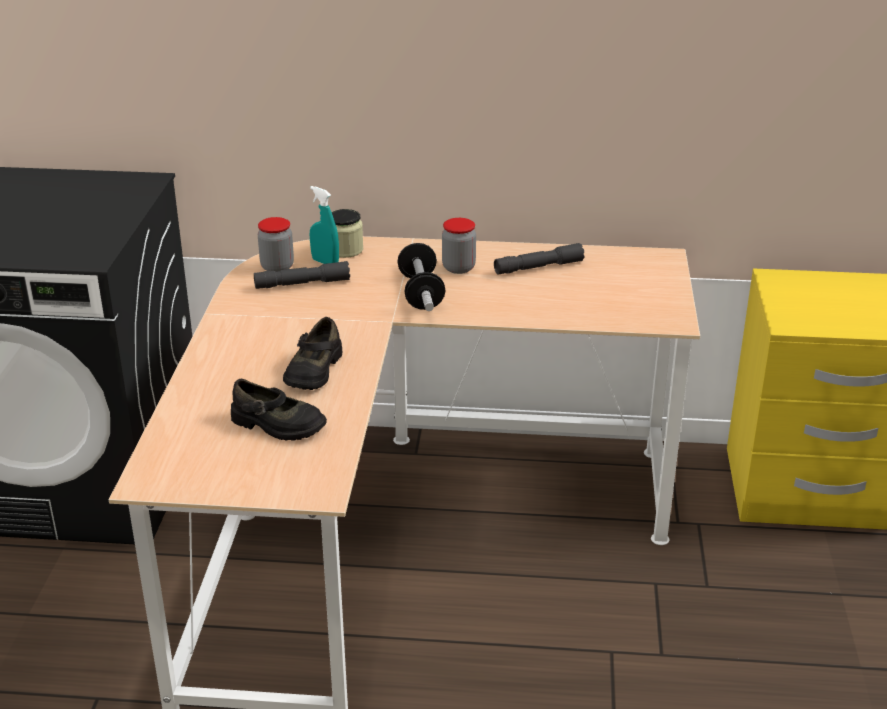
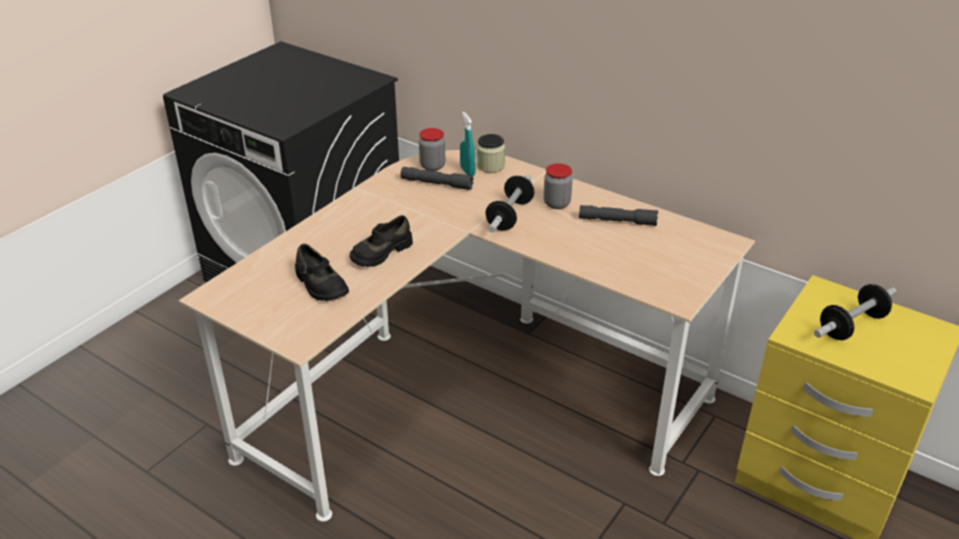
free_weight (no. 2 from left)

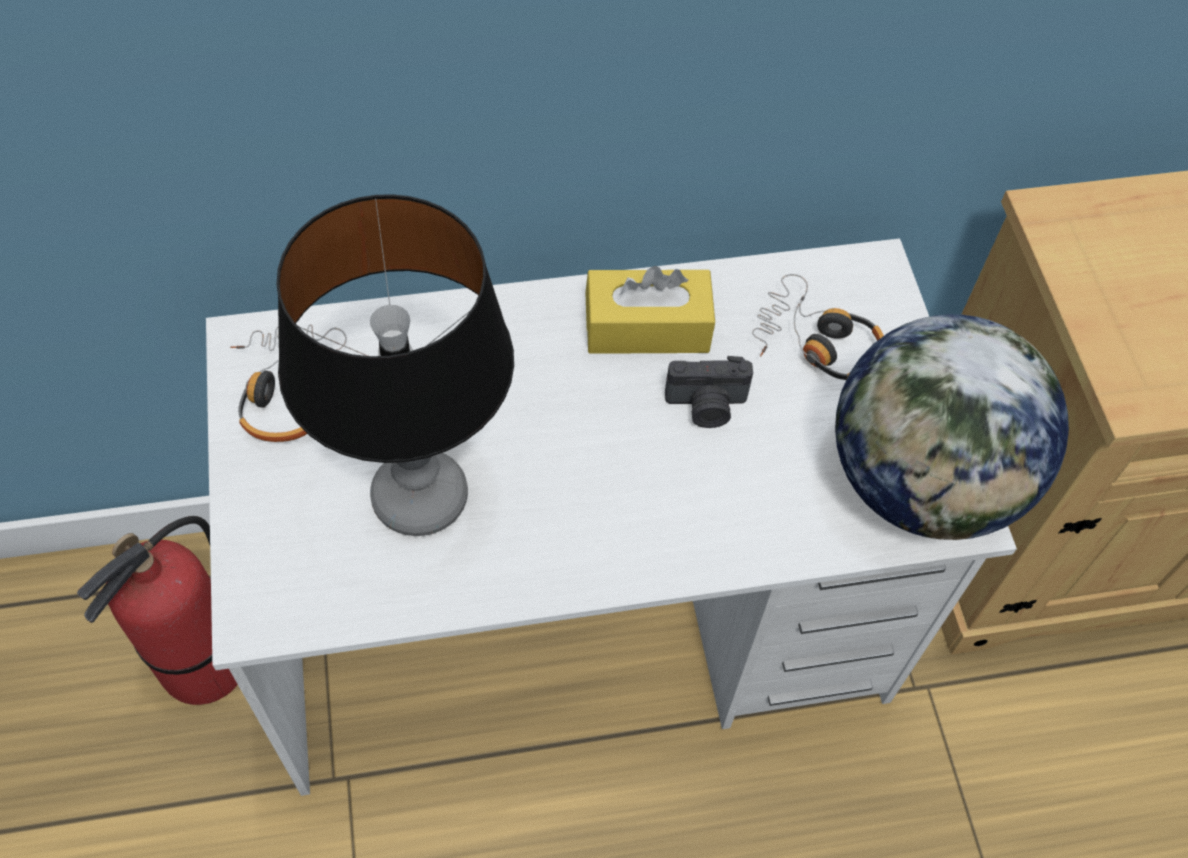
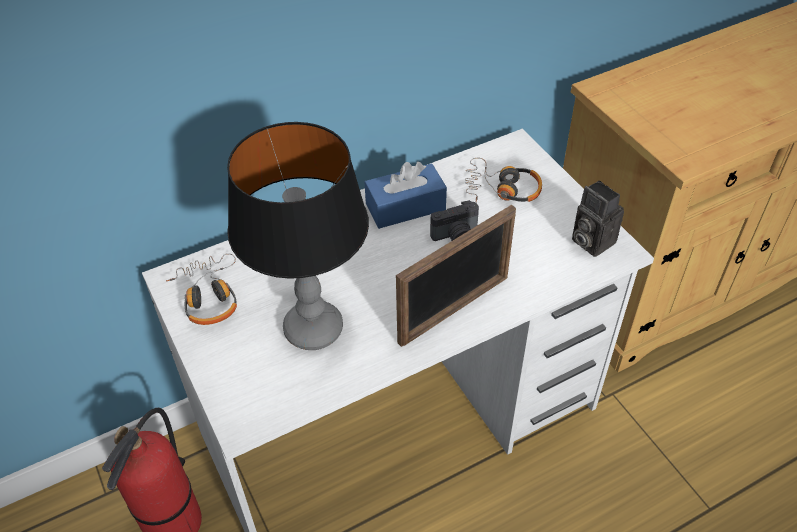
blue_box_of_tissues; still_camera (no. 2 from left); standing_frame

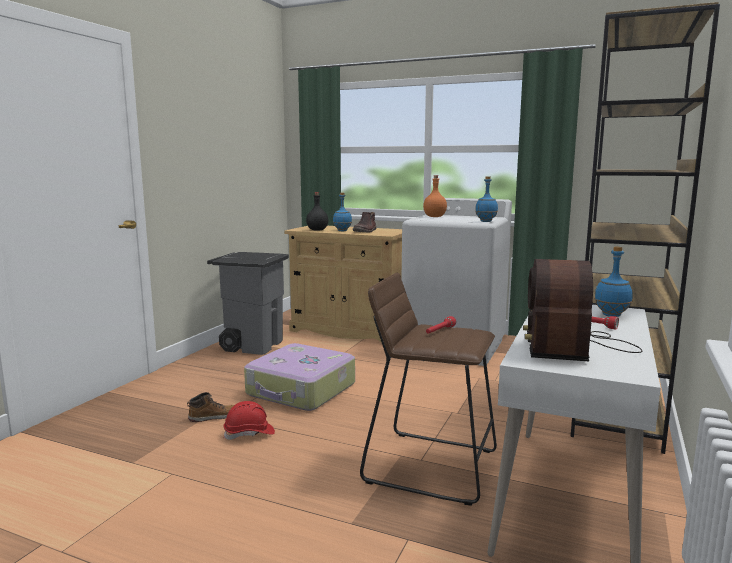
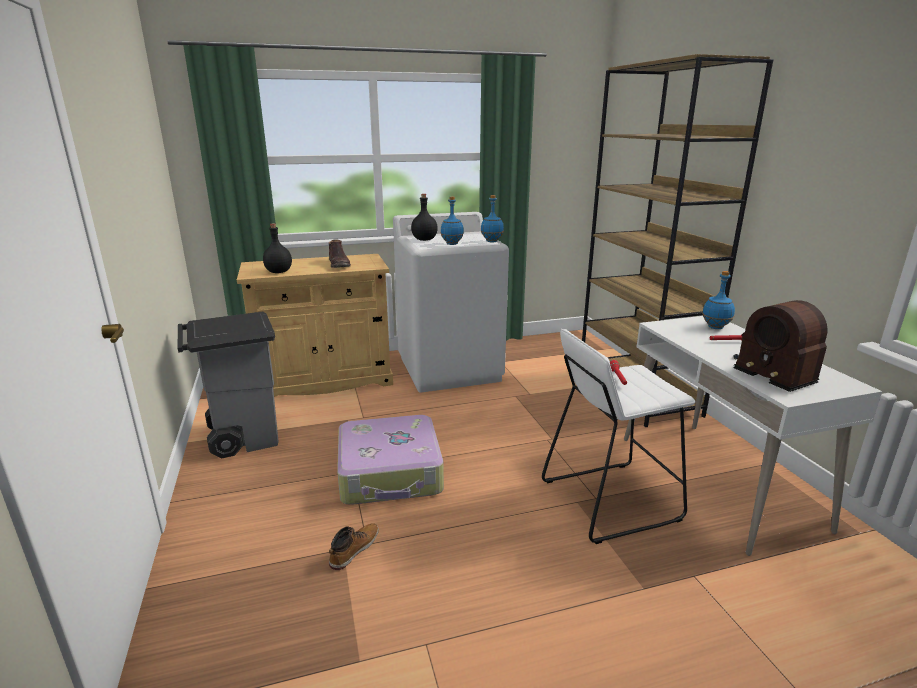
black-coloured_drink_bottle (no. 2 from left); blue_drink_bottle (no. 1 from left); whitish_sitting_stool; reddish_safety_helmet

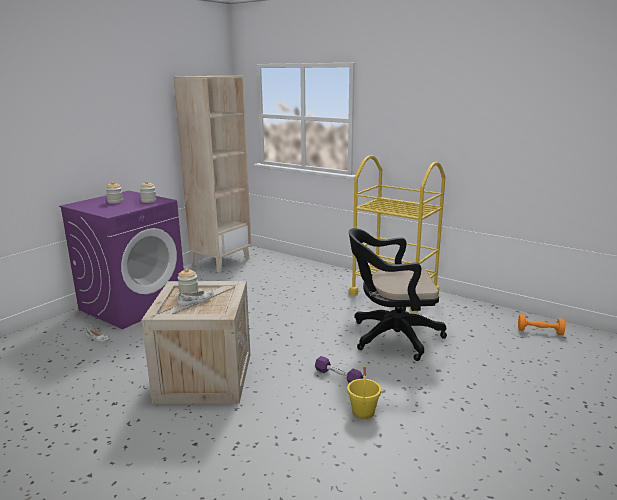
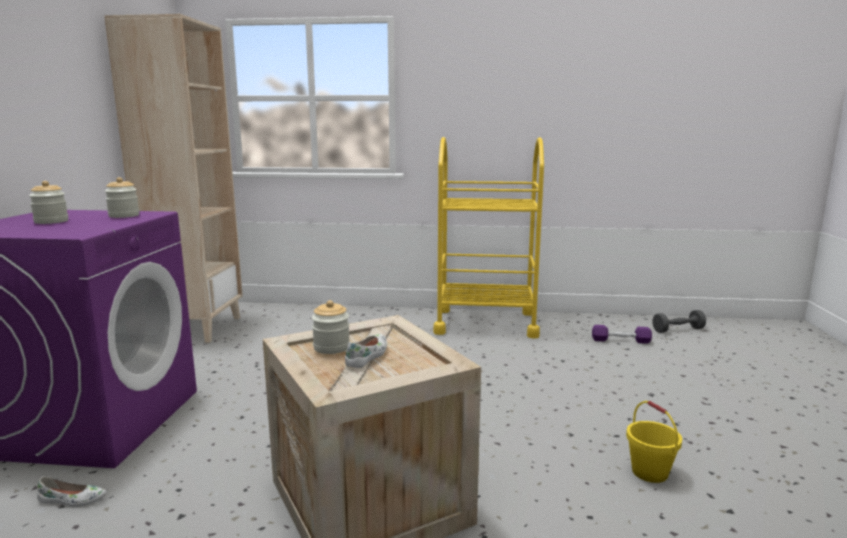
black-coloured_computer_chair; grey_free_weight; purple-coloured_free_weight

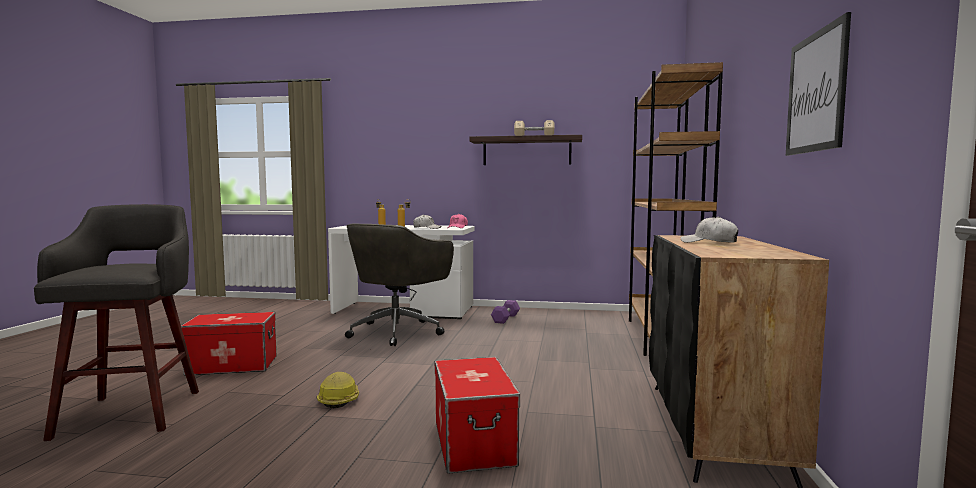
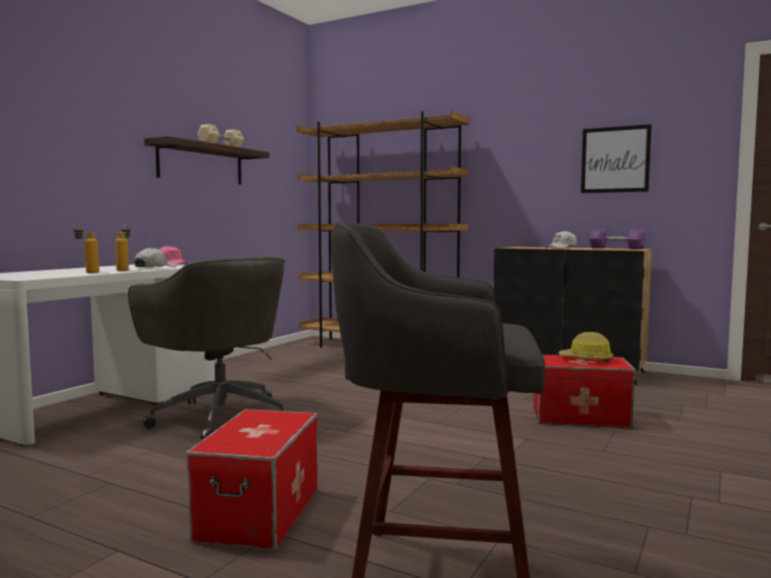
purple-coloured_free_weight; safety_helmet

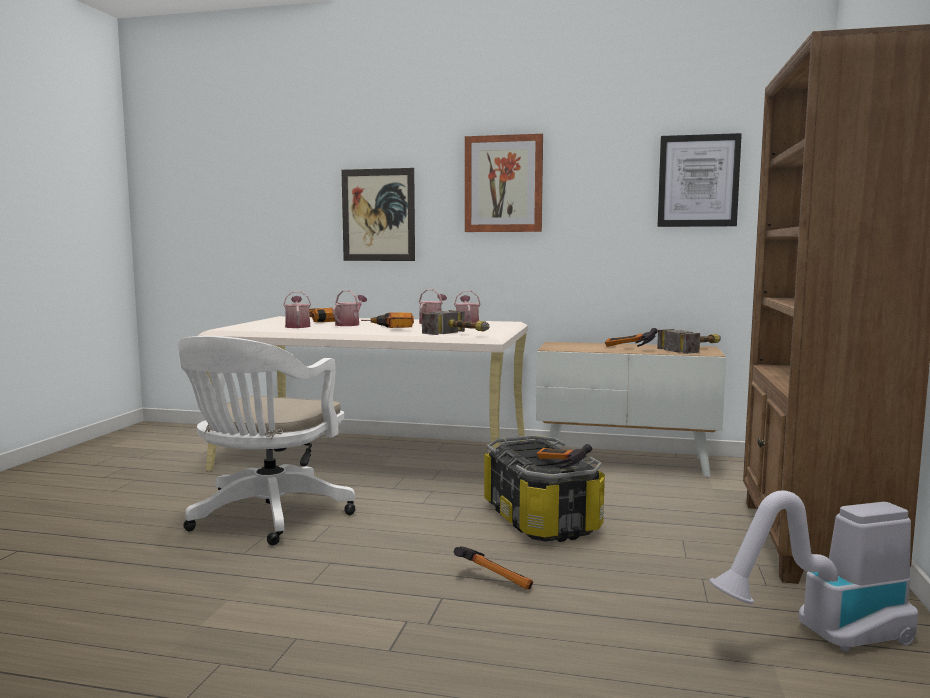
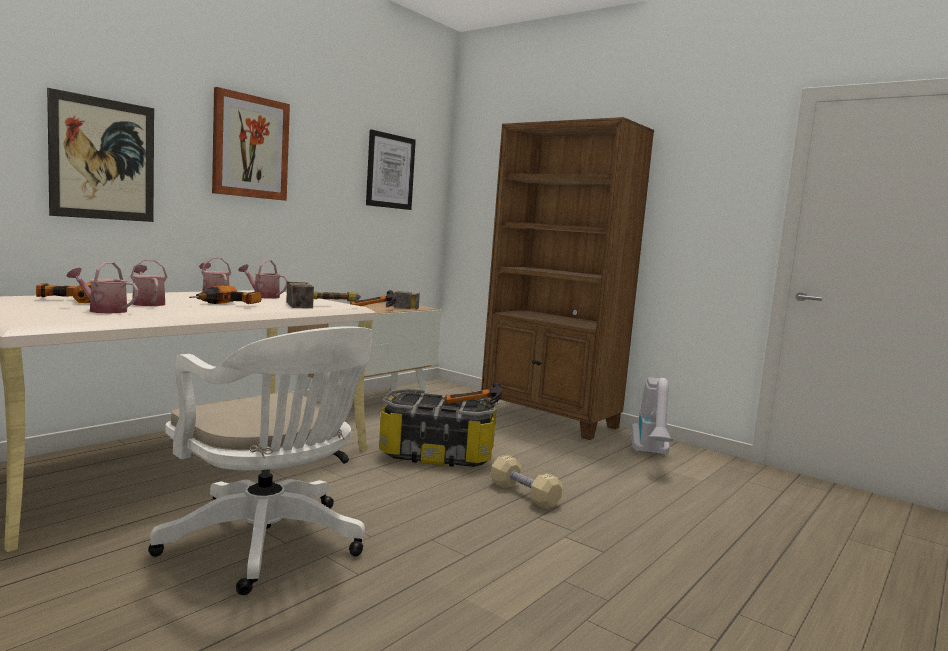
sand-coloured_free_weight

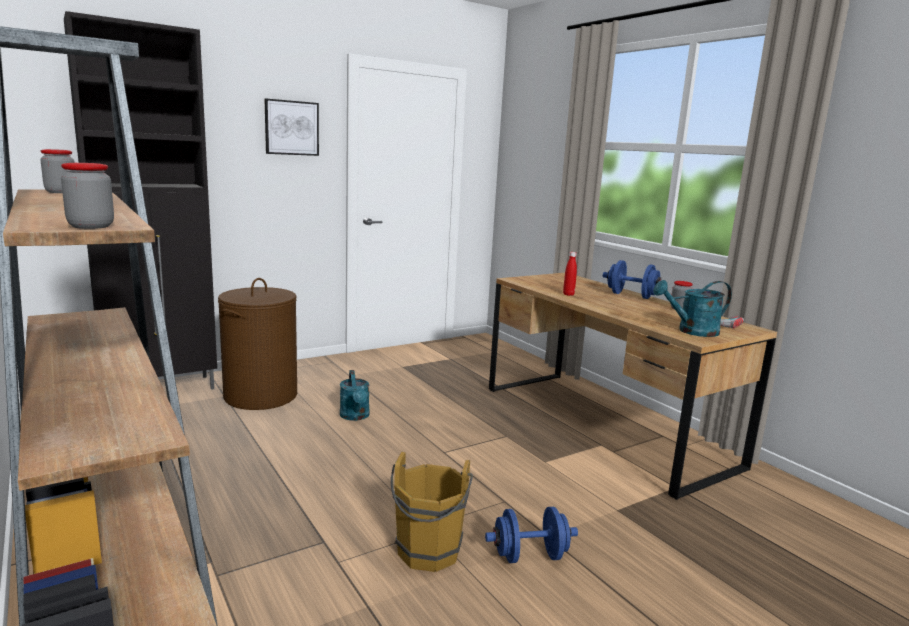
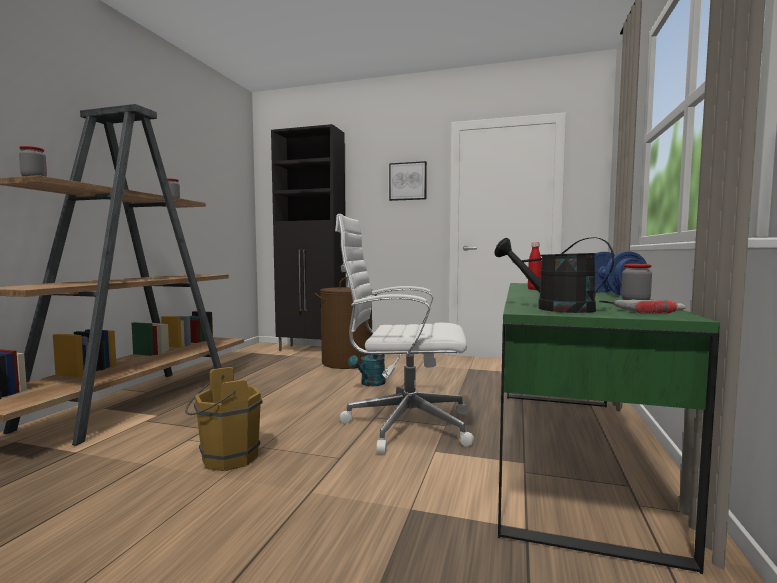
green_desk_unit; black-coloured_sprinkling_can; blue_free_weight (no. 1 from left in the first image); whitish_computer_chair

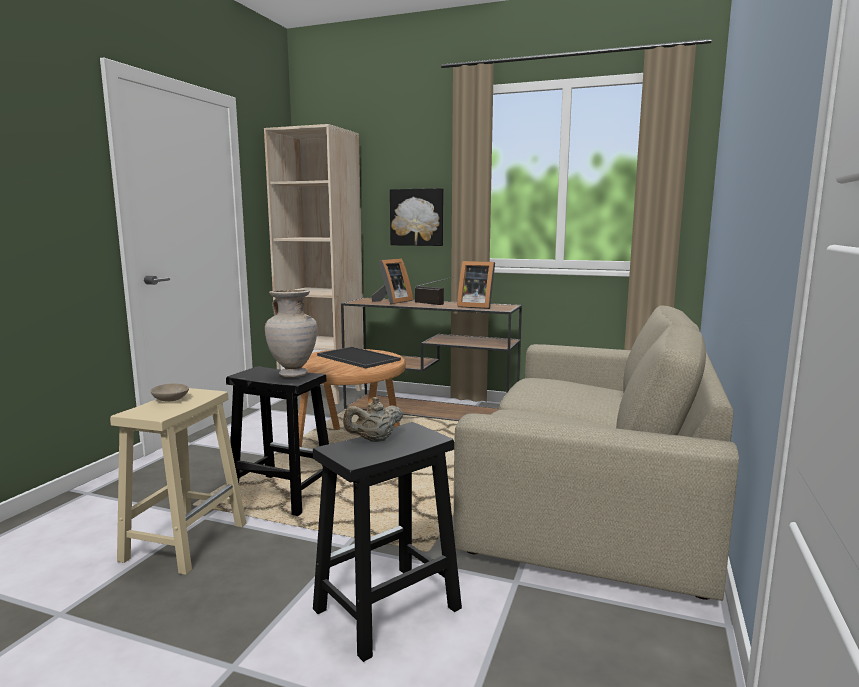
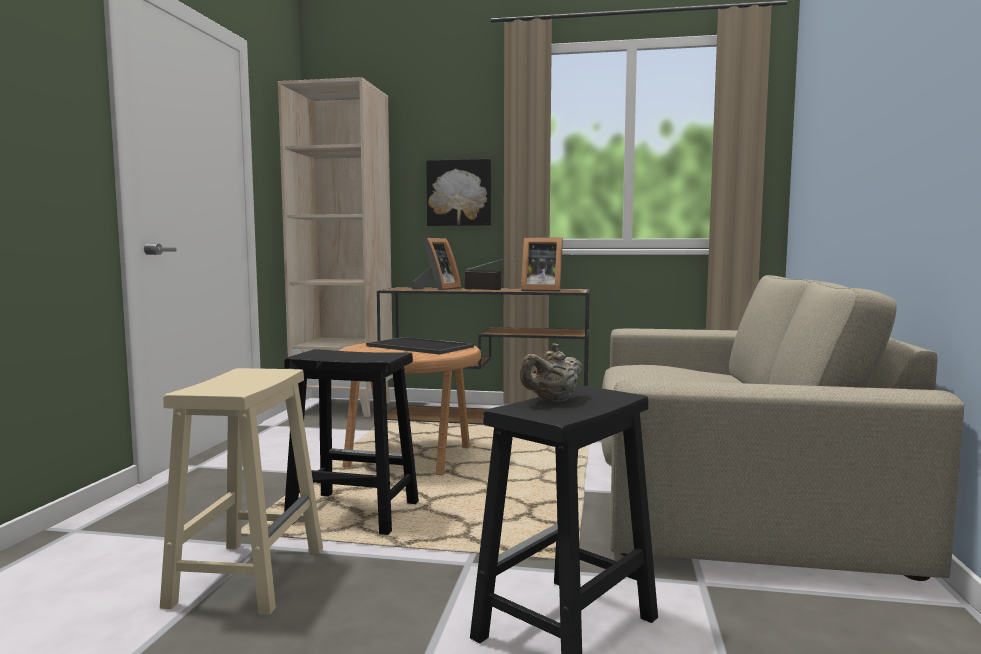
sand-coloured_flower_vase; sand-coloured_bowl

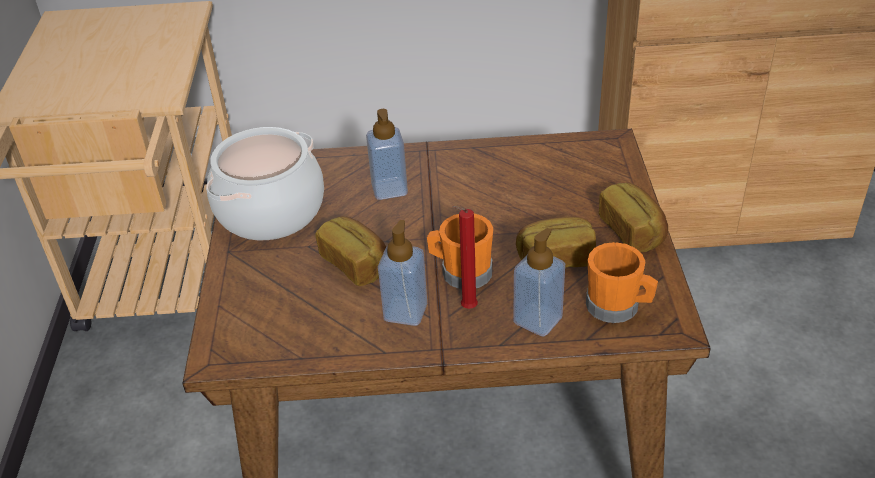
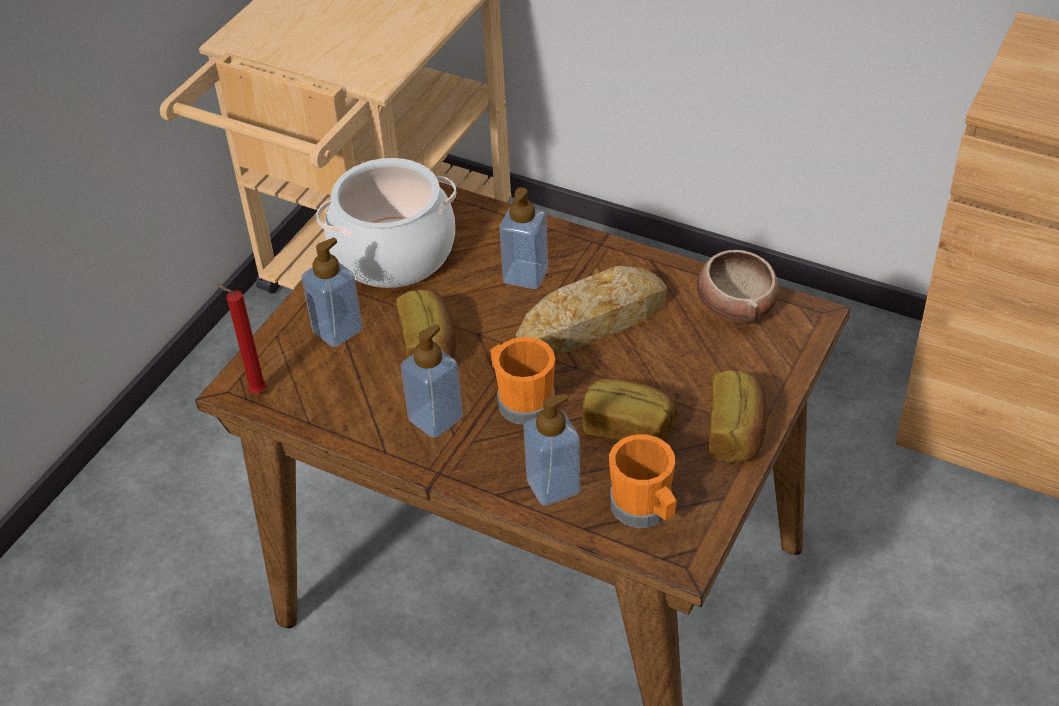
reddish_wax_candle; soap_bottle (no. 1 from left); bowl; baked_bread (no. 2 from left)

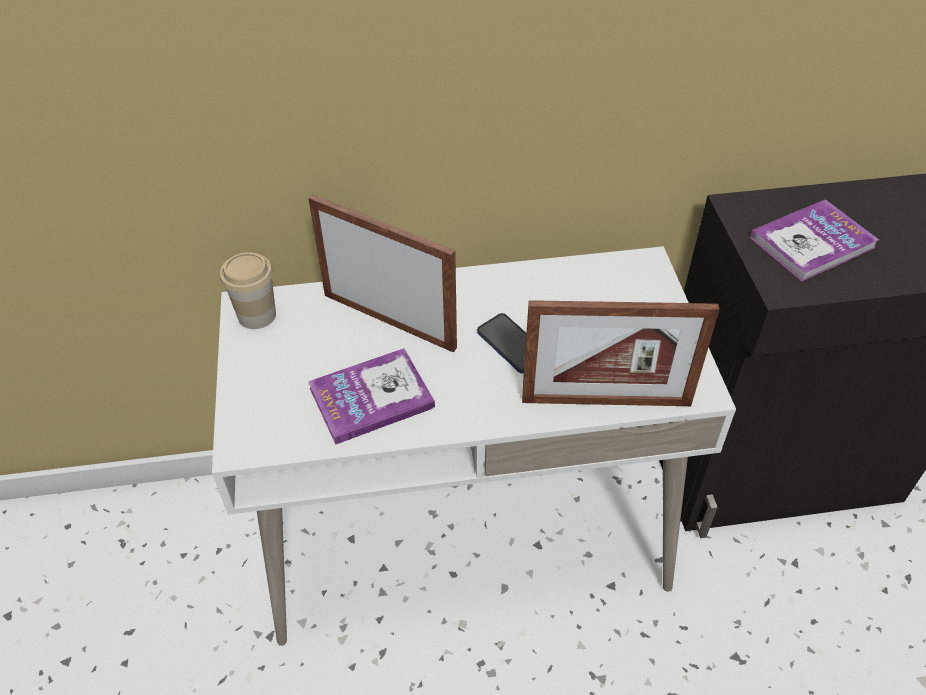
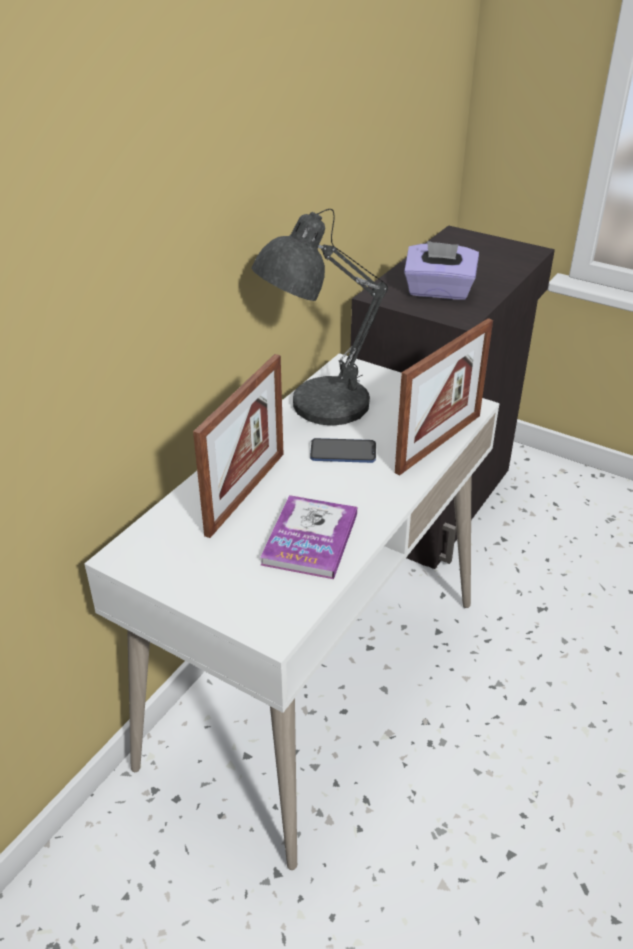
standing_frame (no. 1 from left); purple-coloured_box_of_tissues; small_cup; grey_table_lamp

